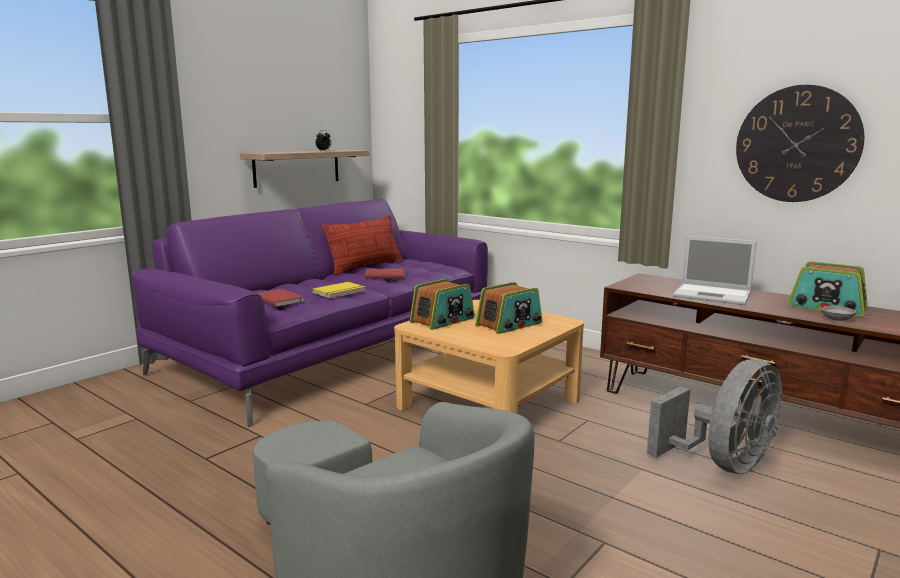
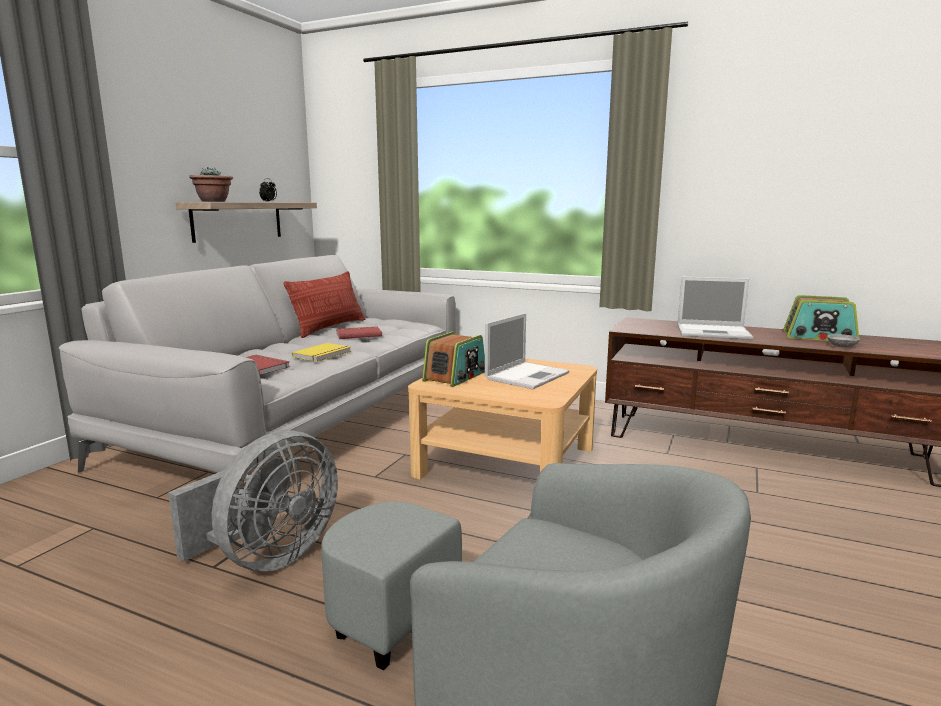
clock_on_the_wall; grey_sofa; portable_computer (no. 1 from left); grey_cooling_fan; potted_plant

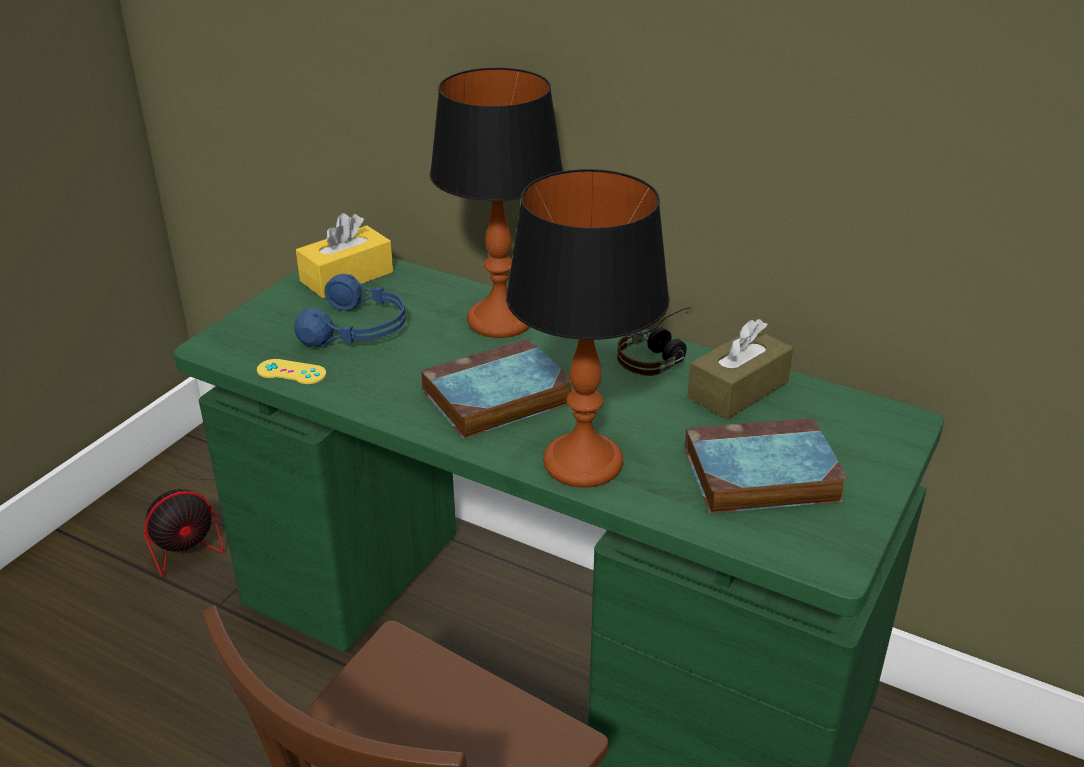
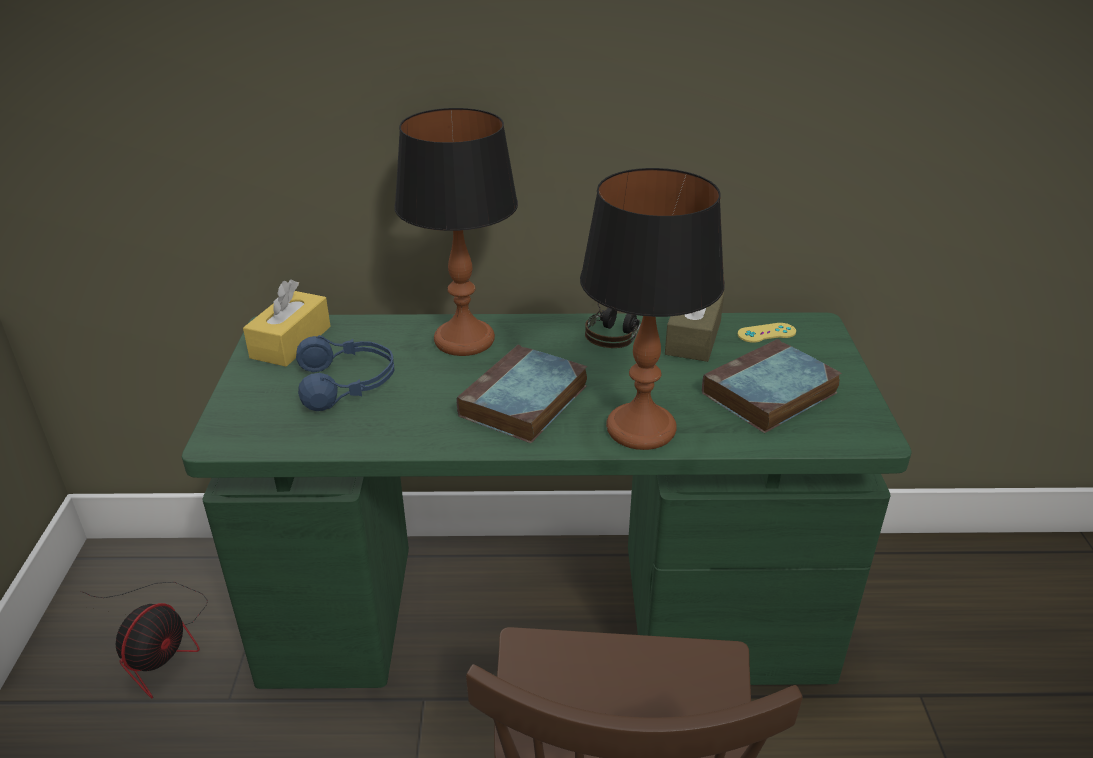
yellow-coloured_gamepad

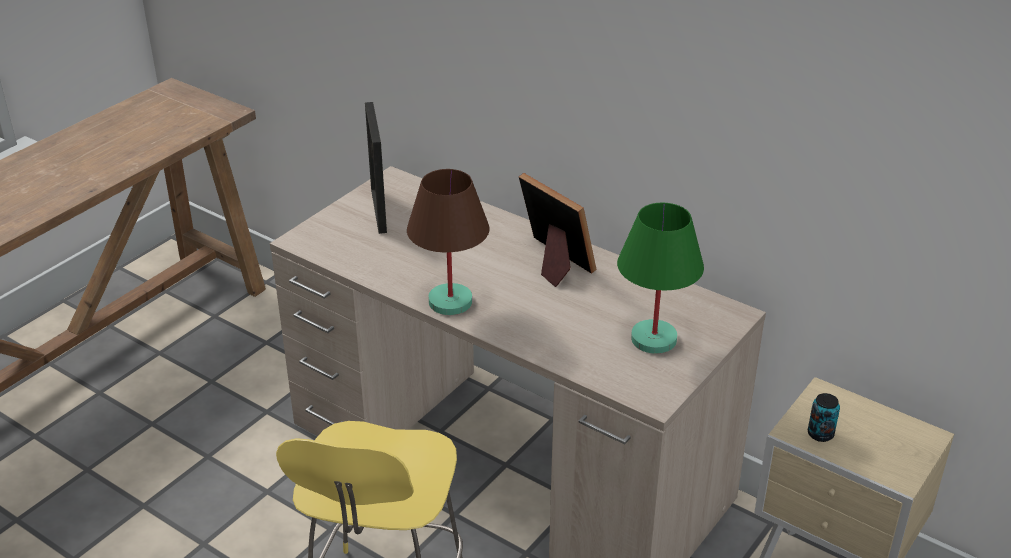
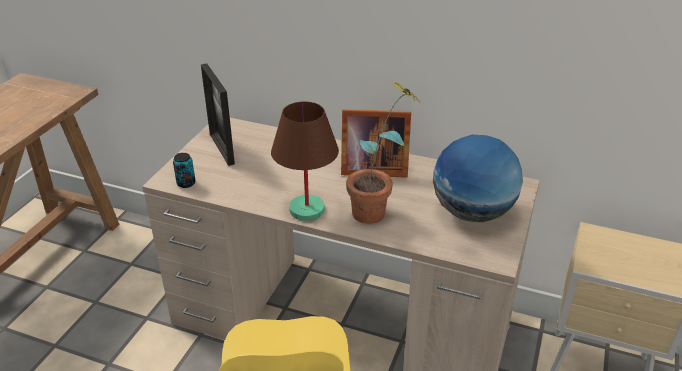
standing_frame (no. 2 from left); desk_globe; can; potted_plant

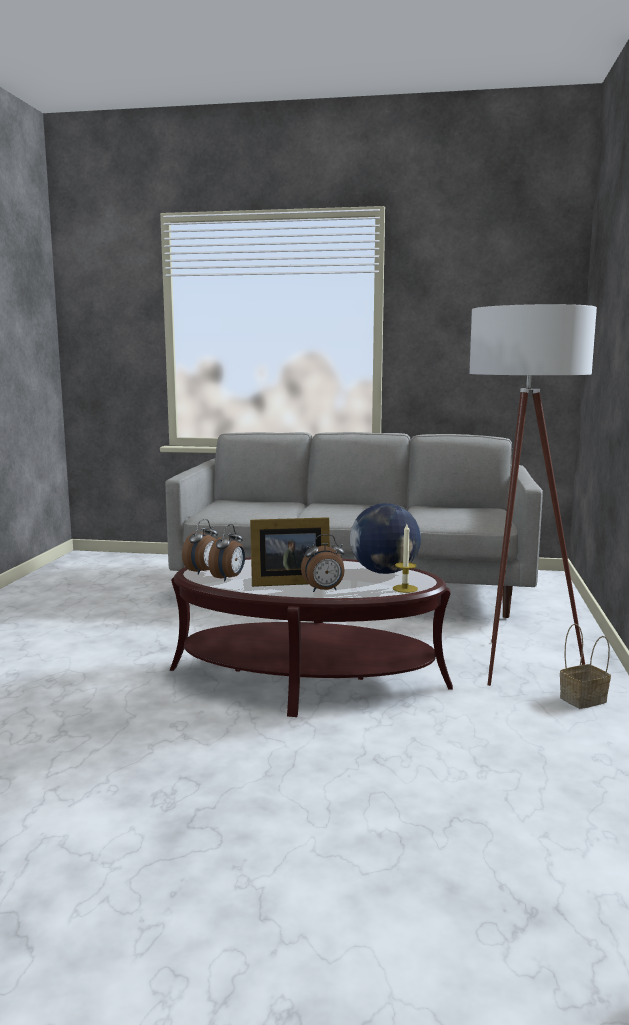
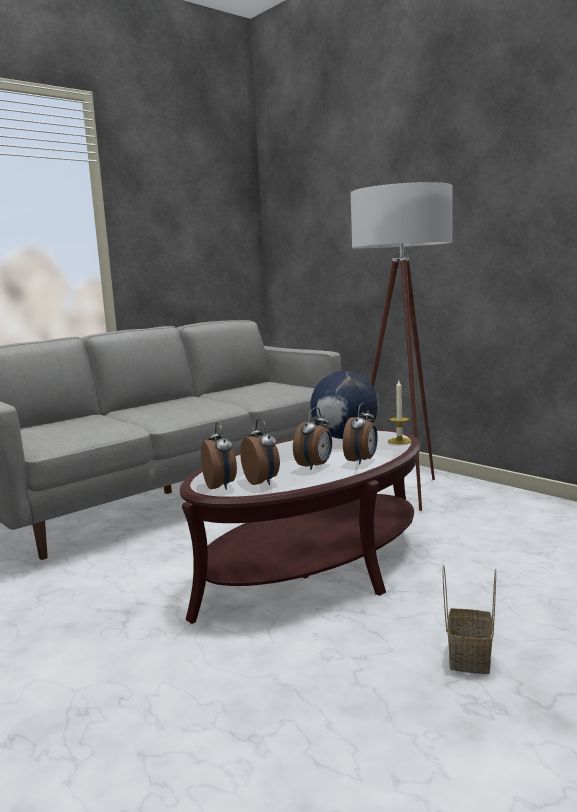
bedside_clock (no. 3 from left); basket

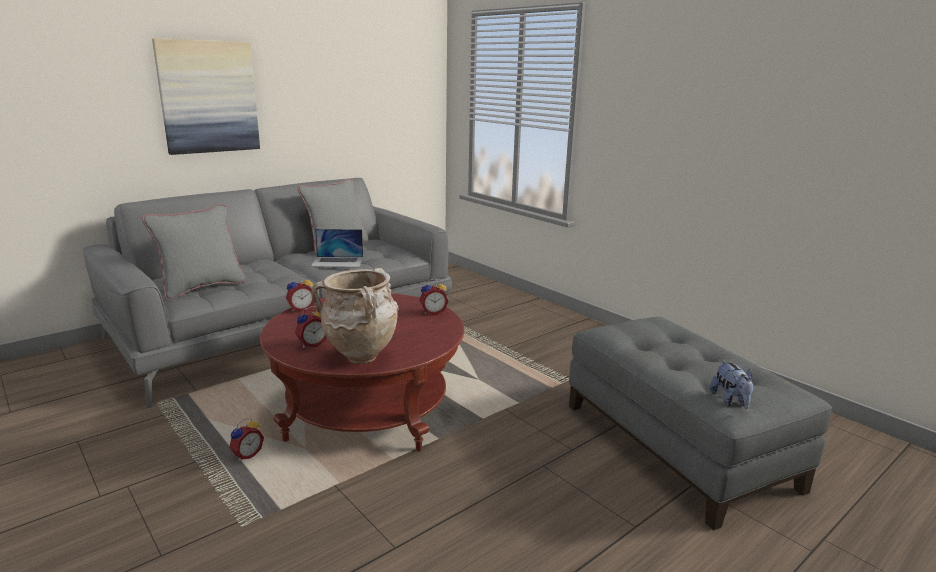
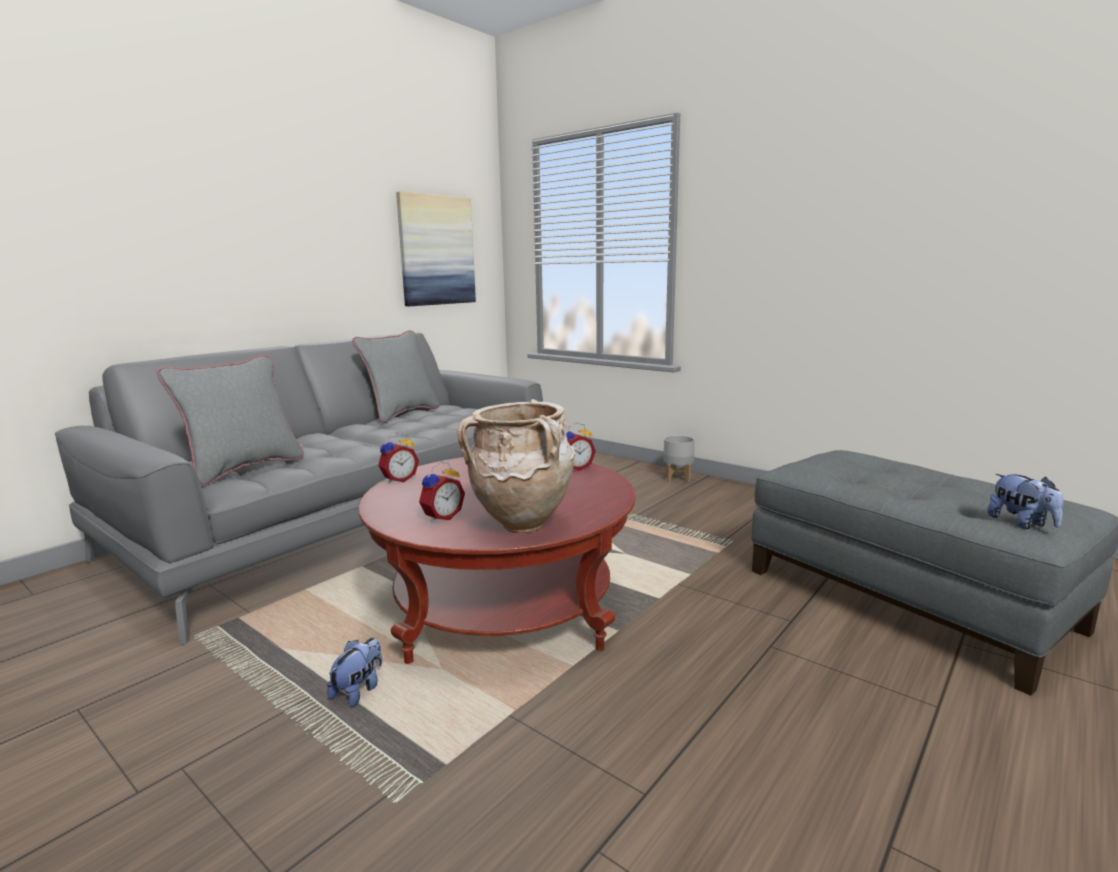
wall_picture; portable_computer; cuddly_toy (no. 1 from left); grey_flower_pot

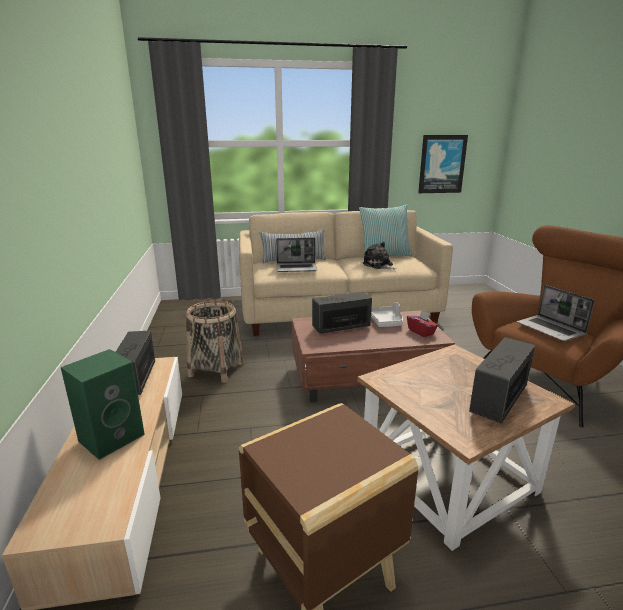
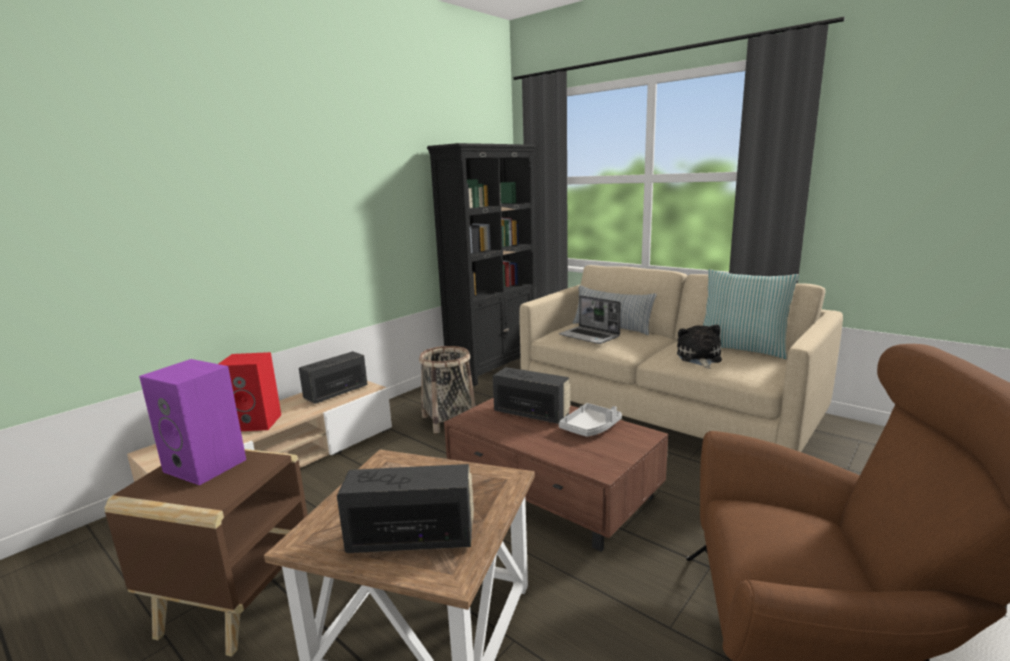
wall_picture; portable_computer (no. 2 from left in the first image); reddish_box_of_tissues; reddish_audio_speaker; black-coloured_bookshelf; purple-coloured_audio_speaker

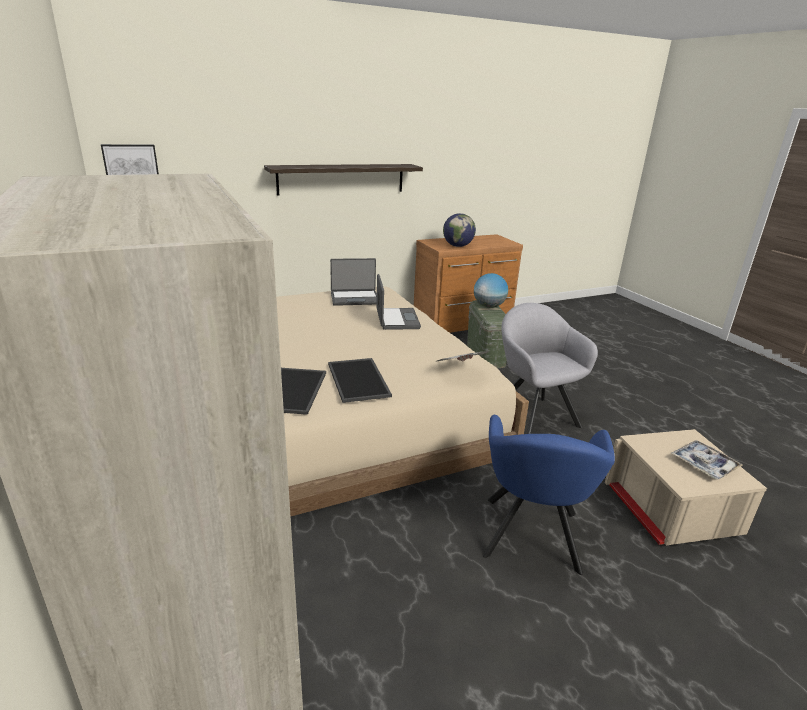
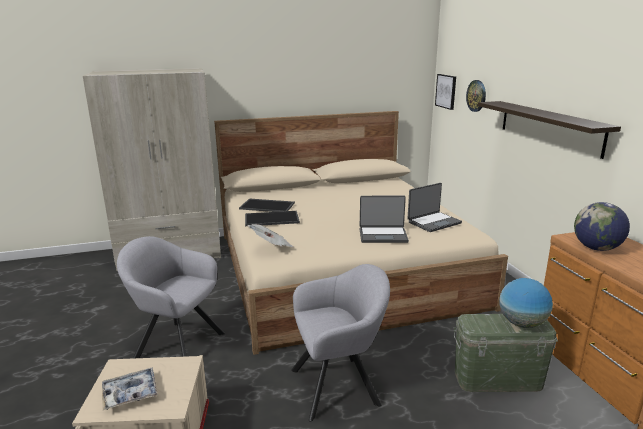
portable_computer (no. 2 from left); grey_armchair (no. 1 from left); clock_on_the_wall

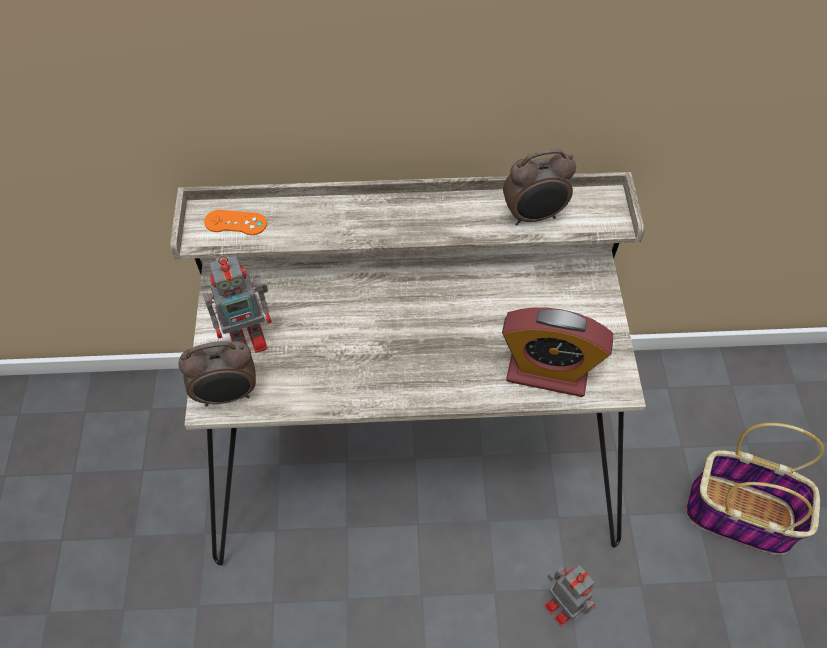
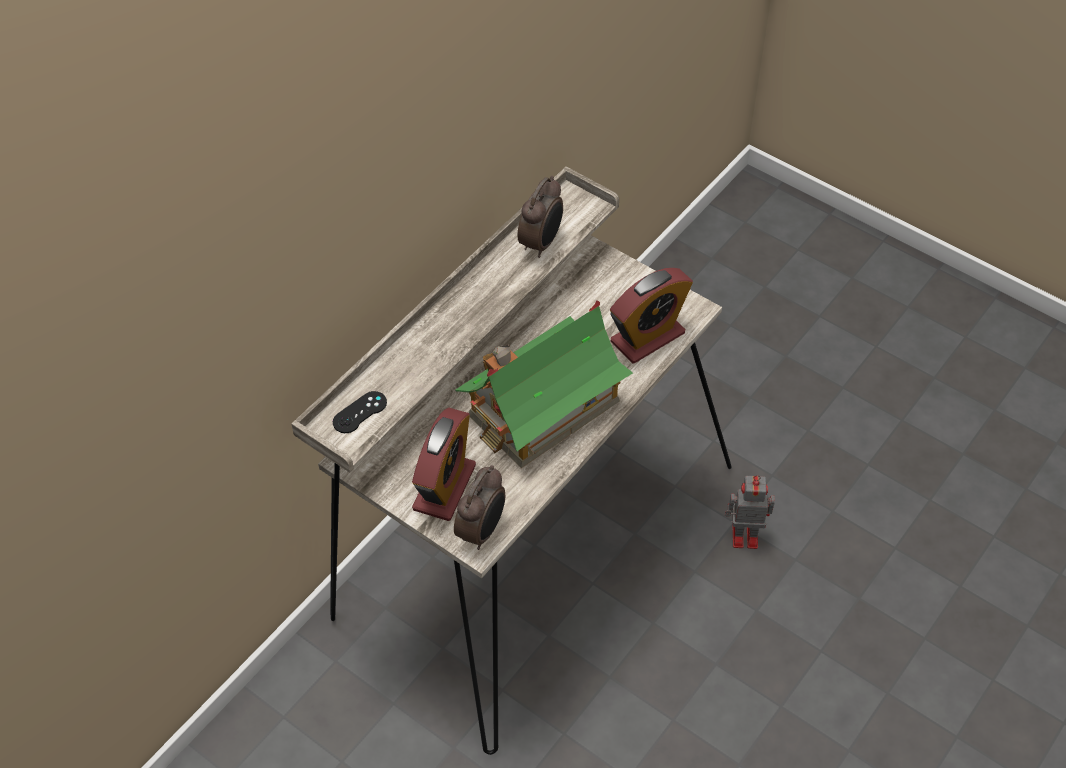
black-coloured_gamepad; bedside_clock (no. 1 from left); basket; model_house

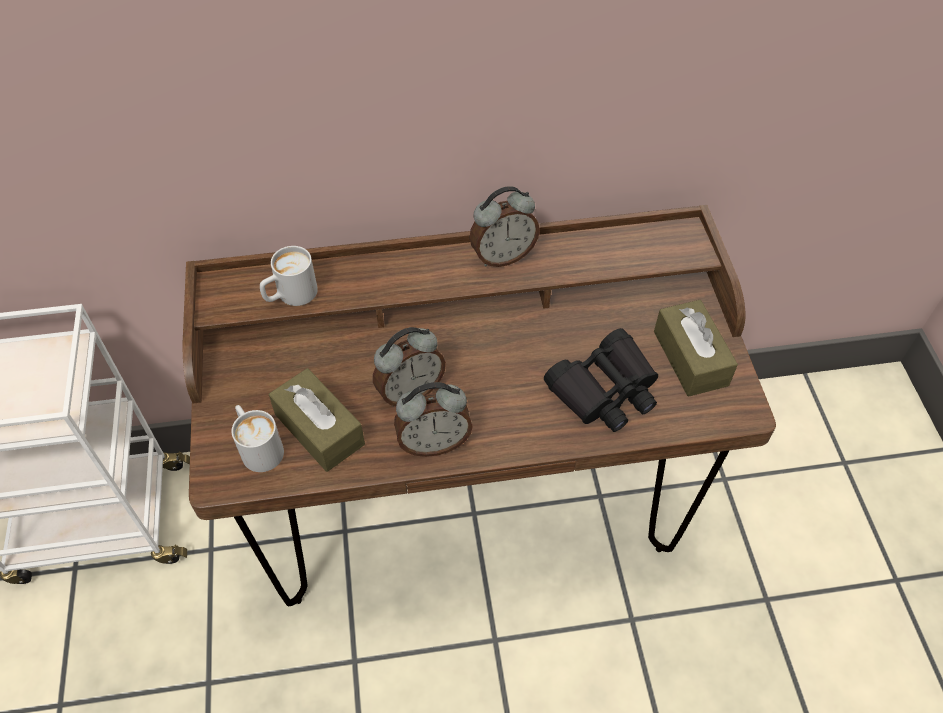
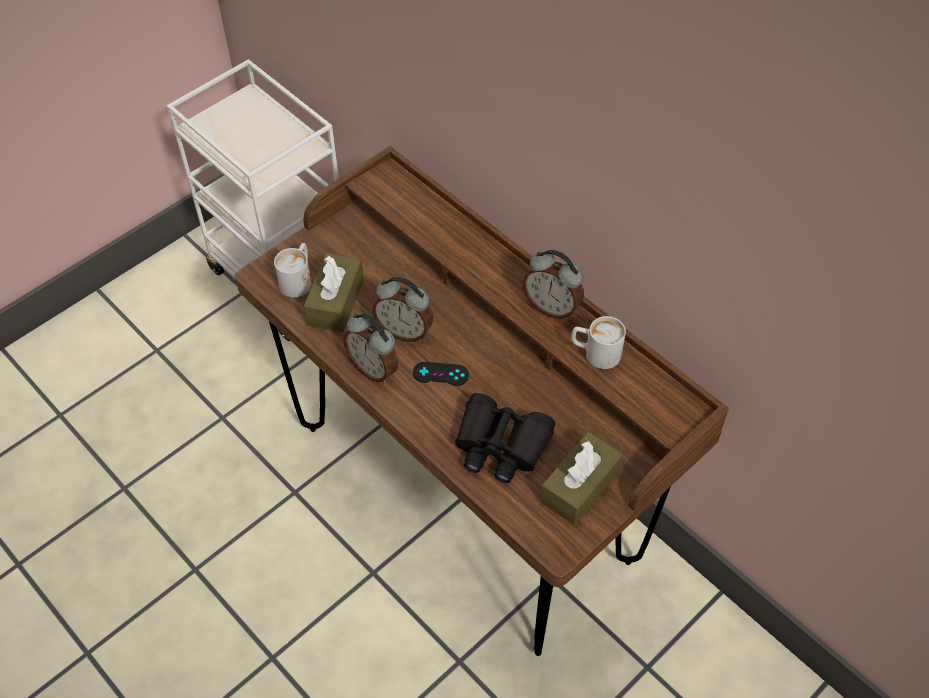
whitish_coffee_mug (no. 2 from left); black-coloured_gamepad

